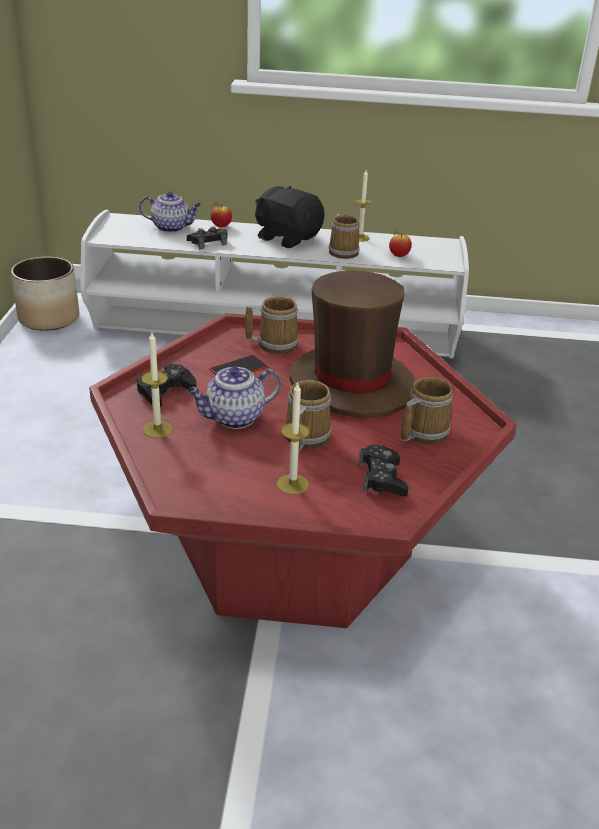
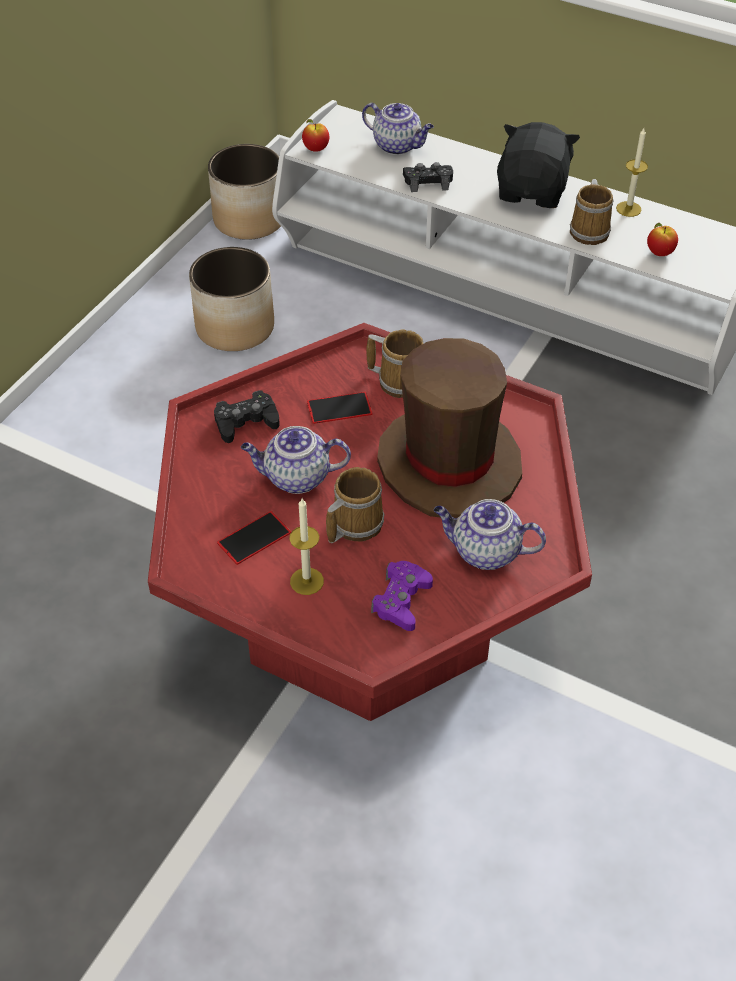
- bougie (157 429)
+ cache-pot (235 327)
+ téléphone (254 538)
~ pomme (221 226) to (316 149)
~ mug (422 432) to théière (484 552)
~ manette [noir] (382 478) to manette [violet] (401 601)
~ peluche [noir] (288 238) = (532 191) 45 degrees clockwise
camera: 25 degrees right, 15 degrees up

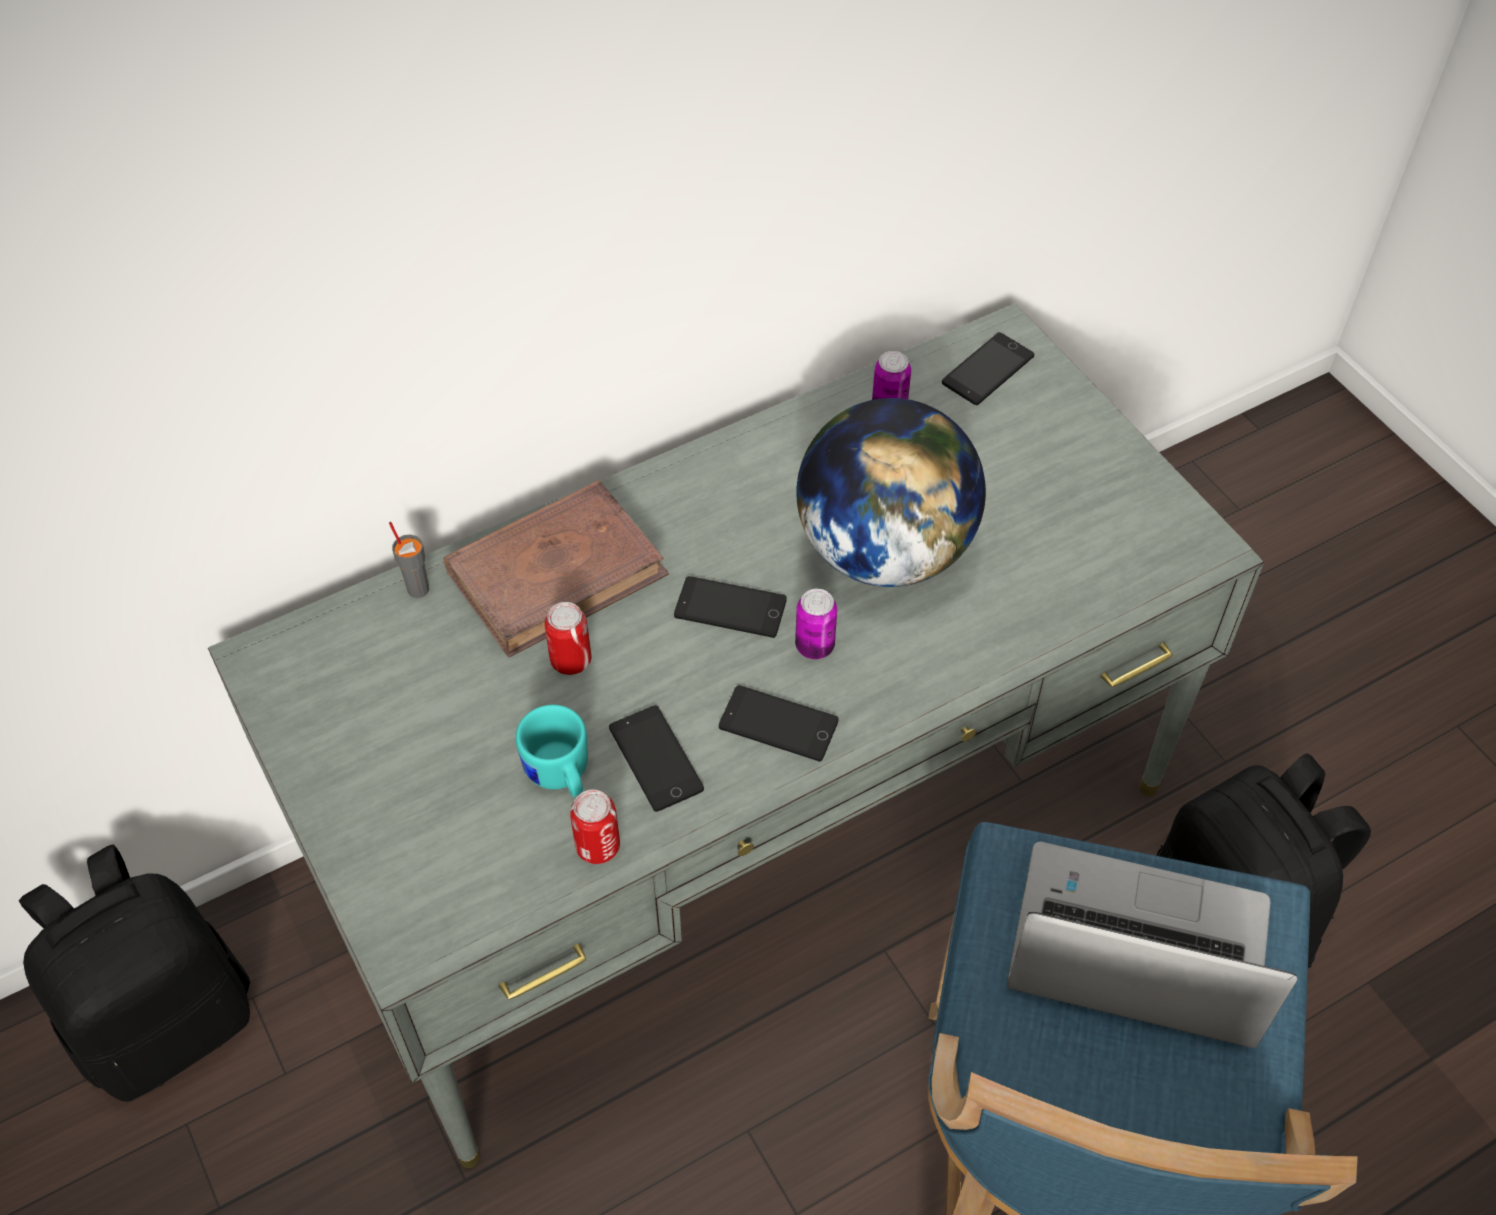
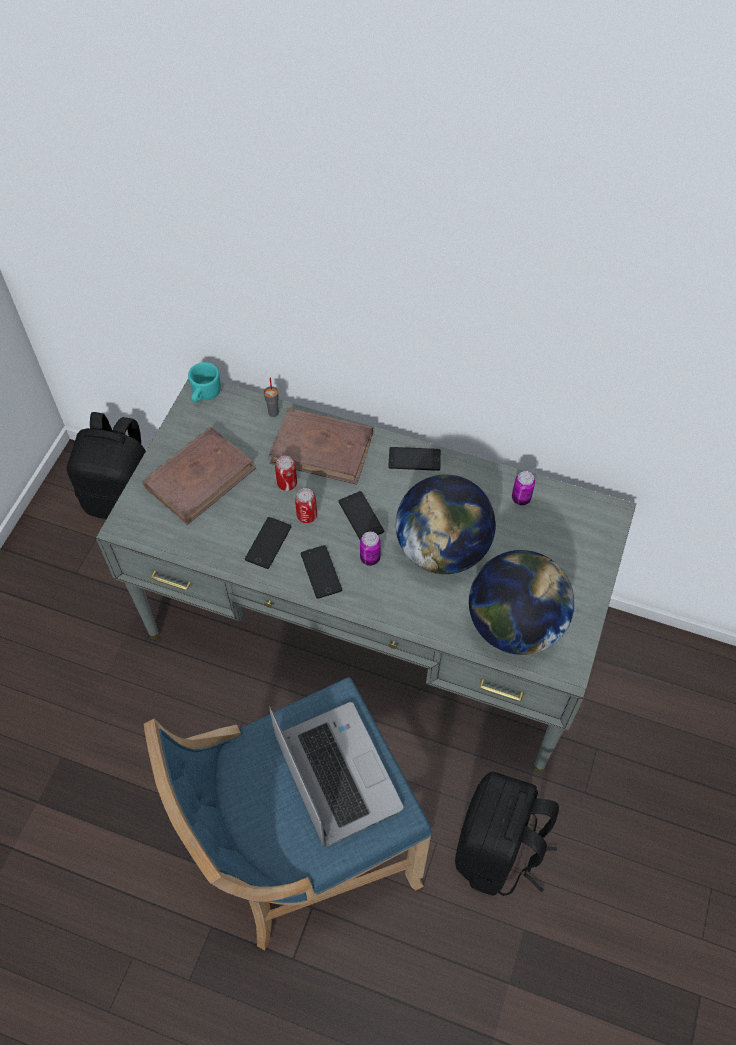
+ livre [marron] (200 478)
+ globe (514 625)
~ mug [turquoise] (560 776) to (204 395)
~ boîte métallique (598 846) to (307 515)
~ téléphone (987 370) to (414 459)
camera: 50 degrees right, 5 degrees up

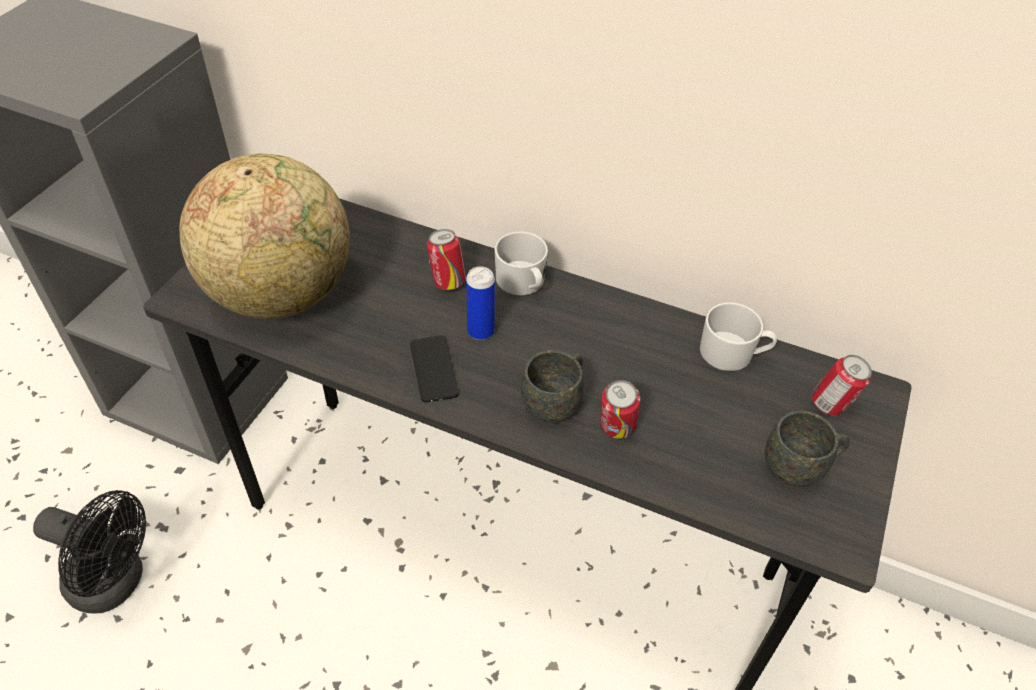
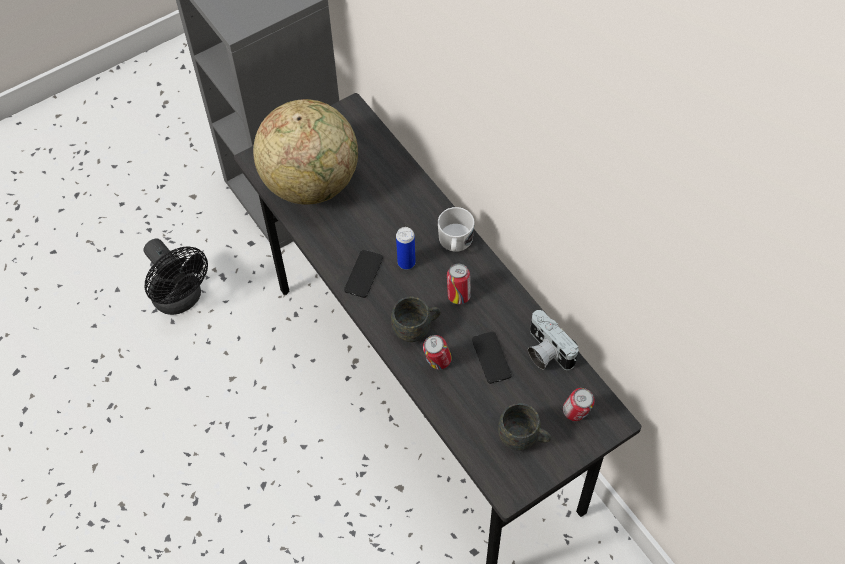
+ téléphone (491 357)
~ boîte métallique (447 282) to (458 295)
~ mug [blanc] (733 354) to appareil photo (545 351)
camera: 35 degrees right, 10 degrees up

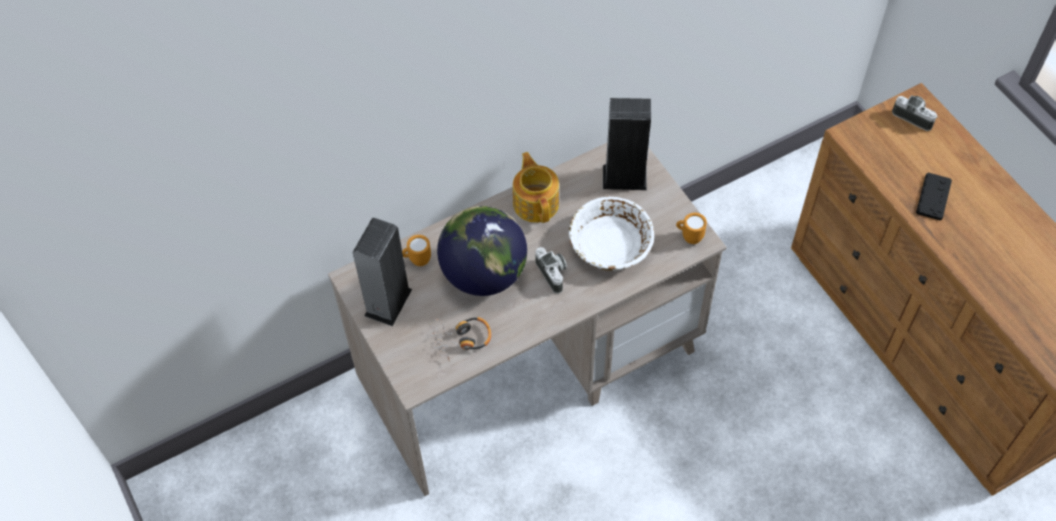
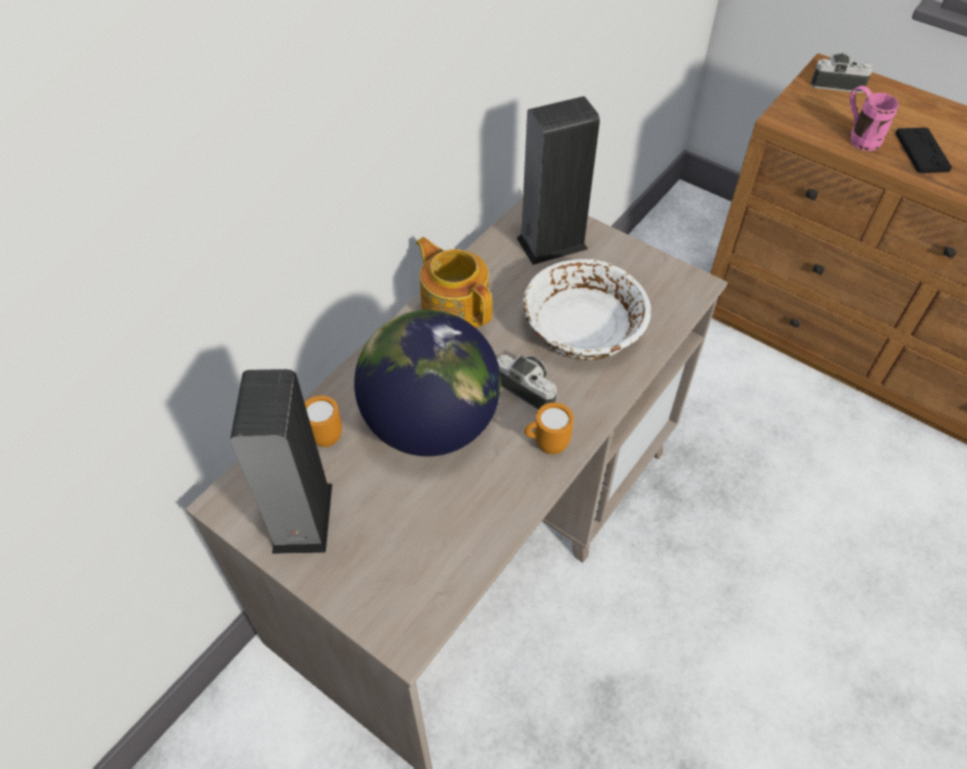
- casque audio (461 339)
+ mug [rose] (858 138)
~ mug [orange] (689 237) to (546 445)
camera: 25 degrees left, 5 degrees down

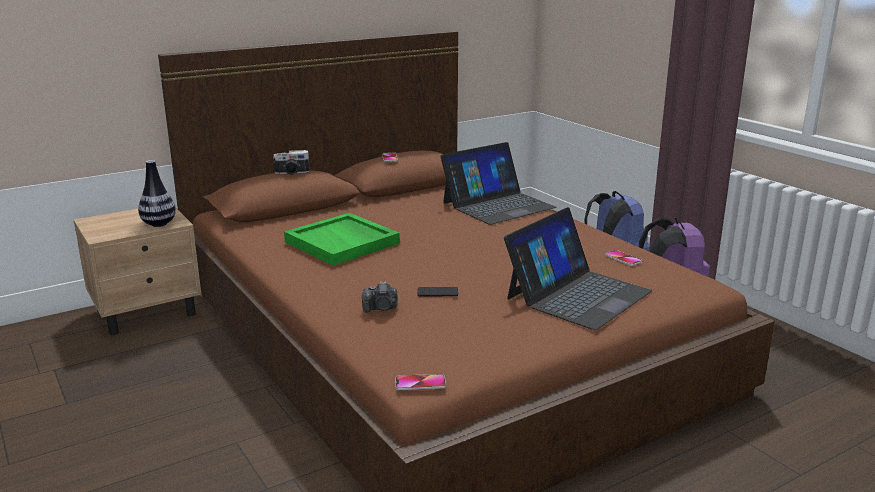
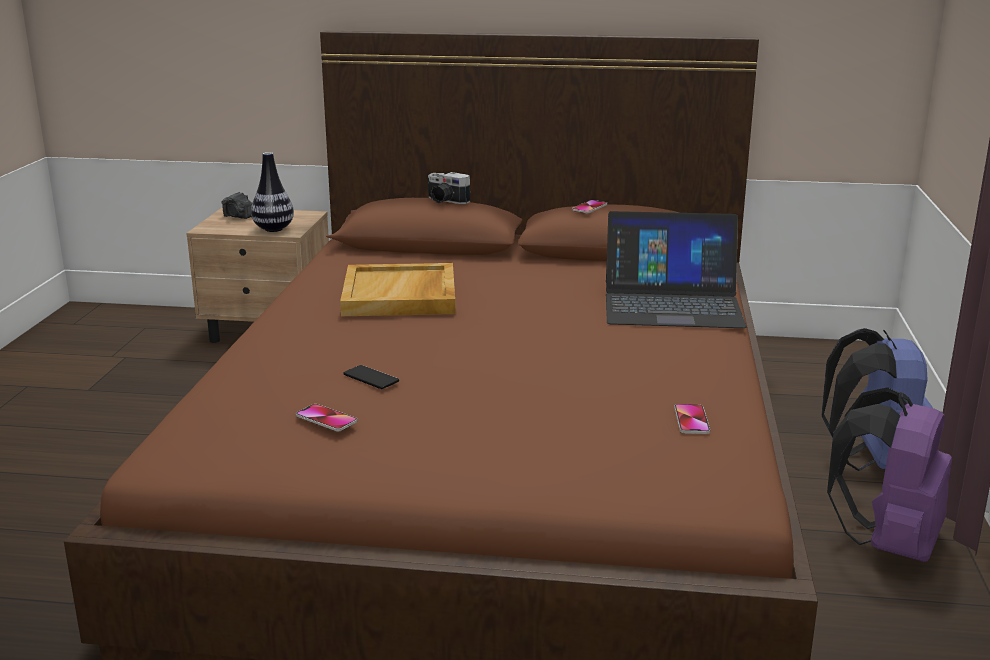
- ordinateur portable (577 294)
~ appareil photo (381 308) to (238 217)
~ téléphone (420 383) to (326 419)
~ plateau [vert] (343 242) to plateau [beige] (400 296)
camera: 40 degrees right, 0 degrees up

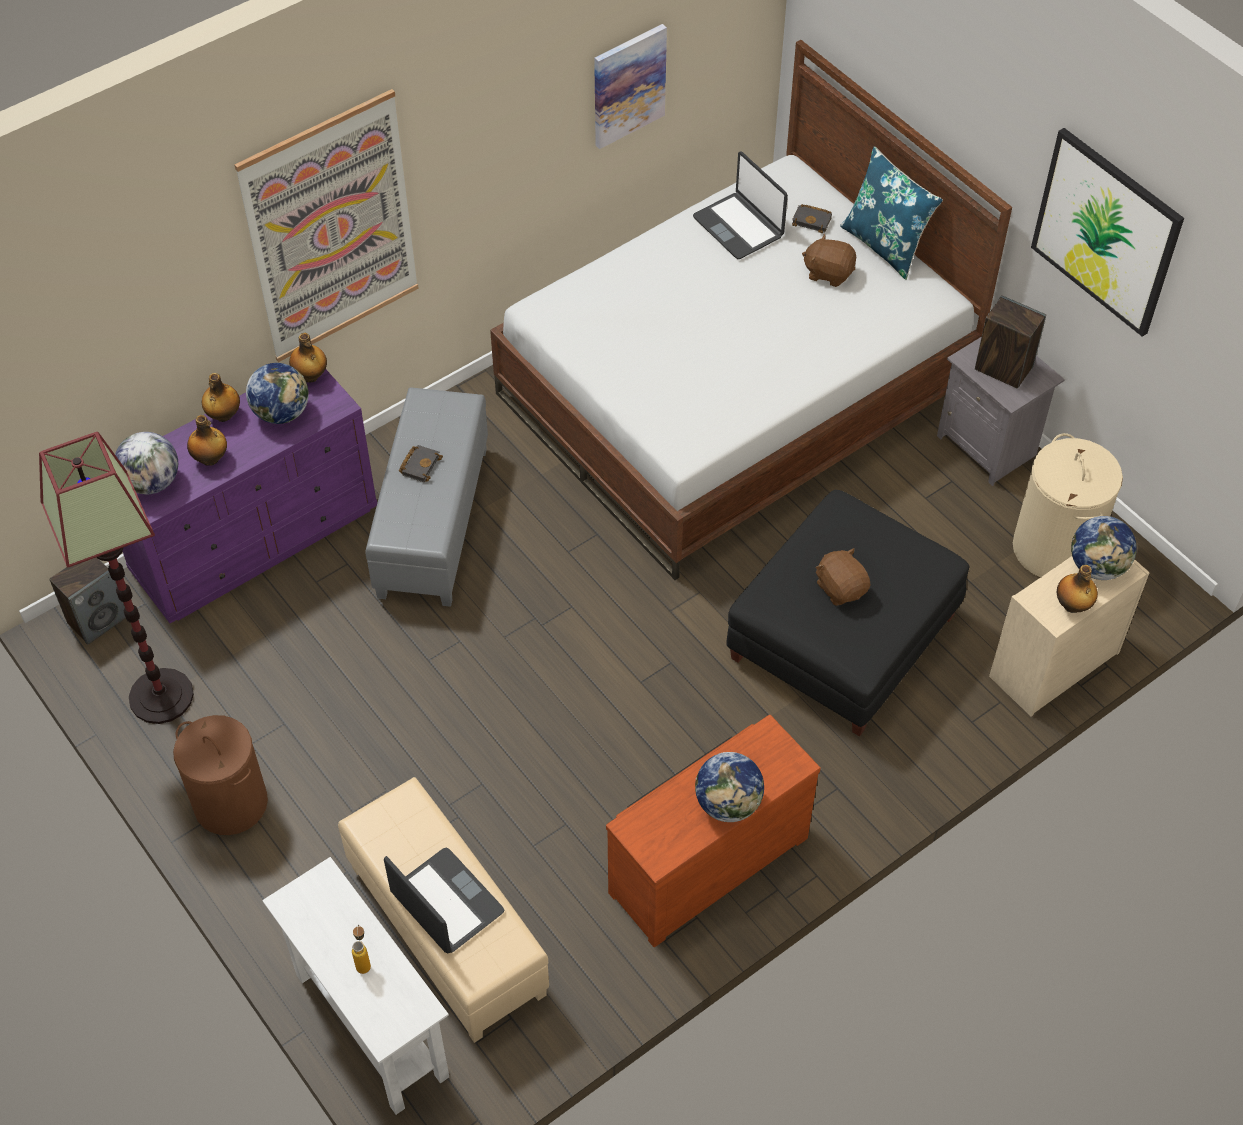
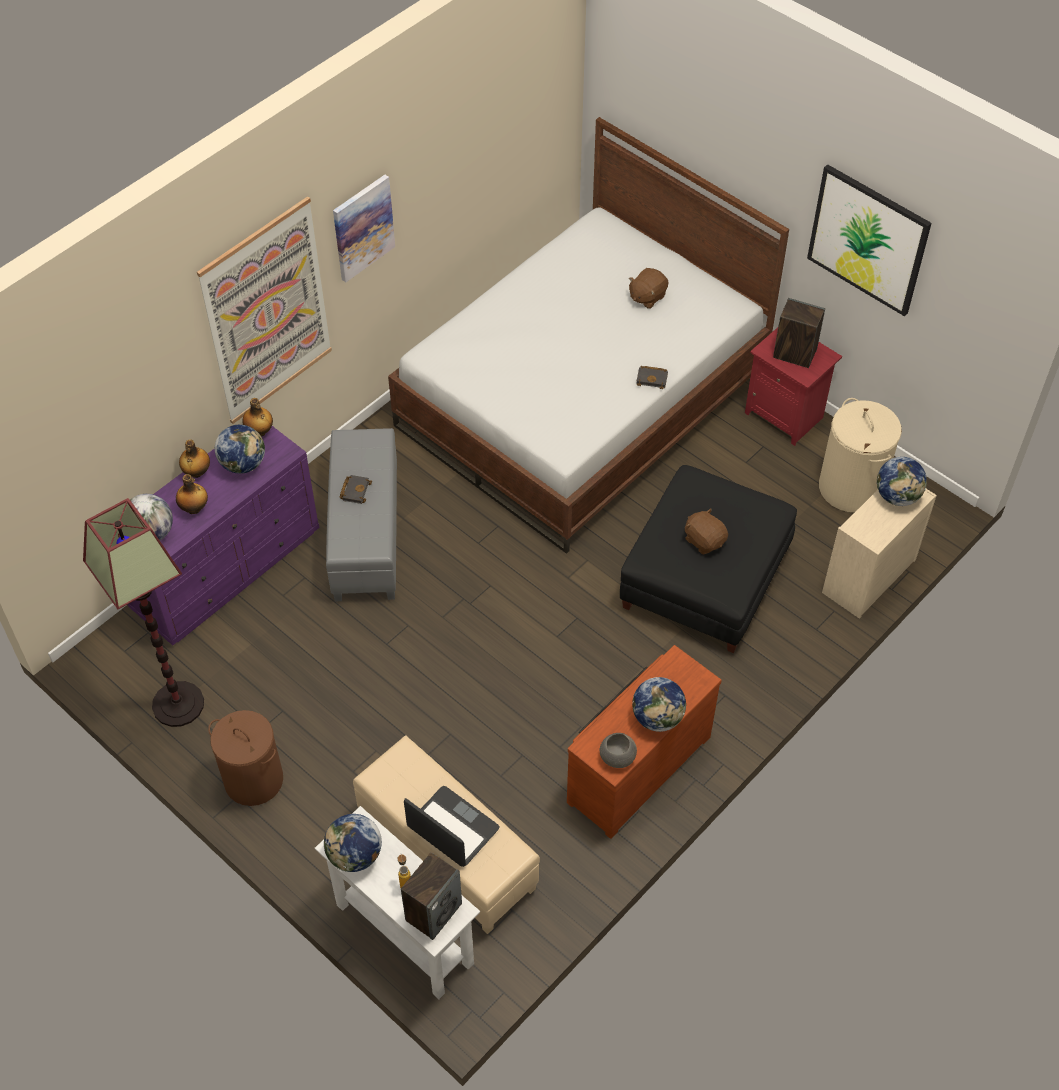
- ordinateur portable (739 226)
- coussin [bleu] (885 245)
- bouteille (1072 606)
+ globe (355 855)
+ bol [gris] (616 757)
~ enceinte (98 619) to (433 911)
~ tableau (628 85) to (363 227)
~ livre [noir] (813 220) to (653 378)
~ table de chevet [gris] (988 445) to table de chevet [rouge] (785 415)
~ peluche [marron] (828 273) = (647 297) 60 degrees counterclockwise
camera: 10 degrees left, 0 degrees up

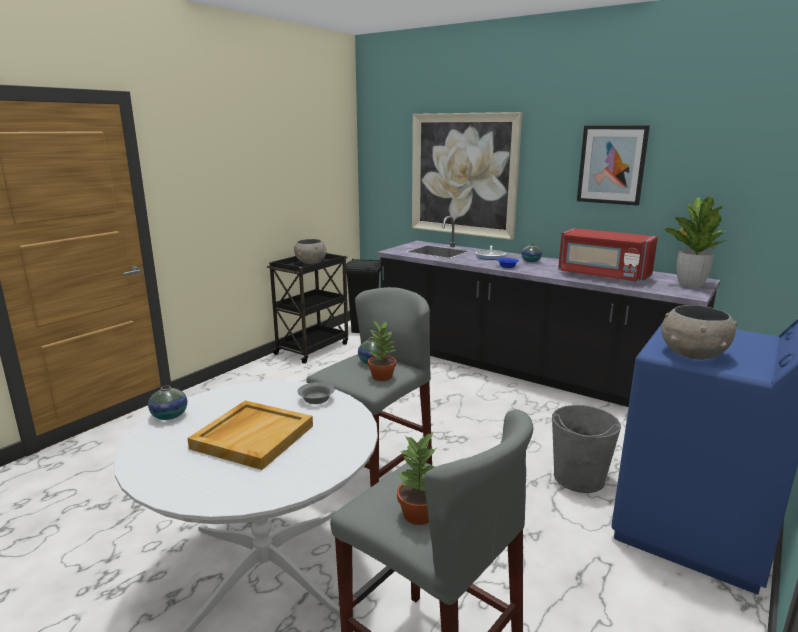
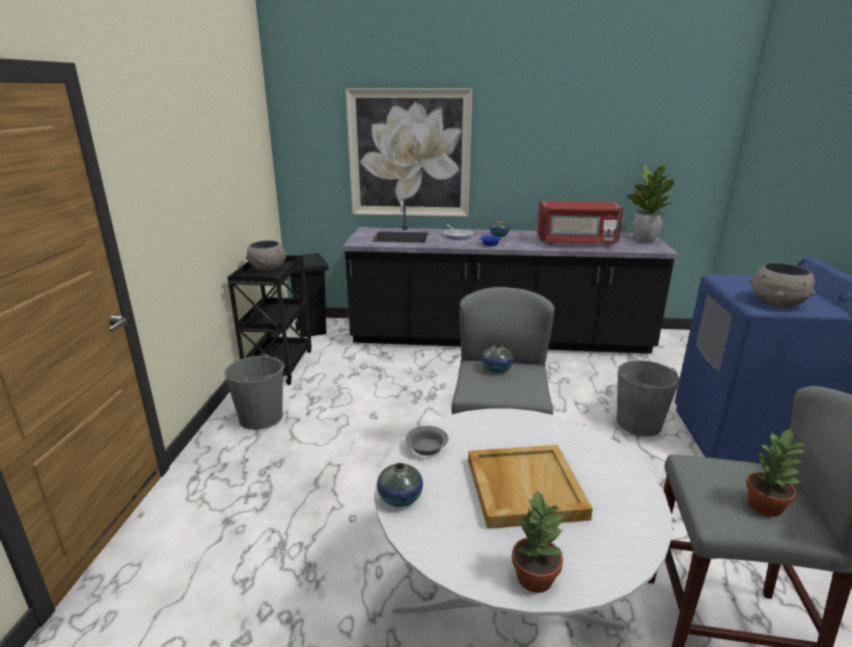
- tableau (612 165)
+ seau [gris] (261 417)
~ bol [gris] (315 399) to (426 448)
~ plante en pot (382 376) to (534 577)
camera: 30 degrees left, 5 degrees up

